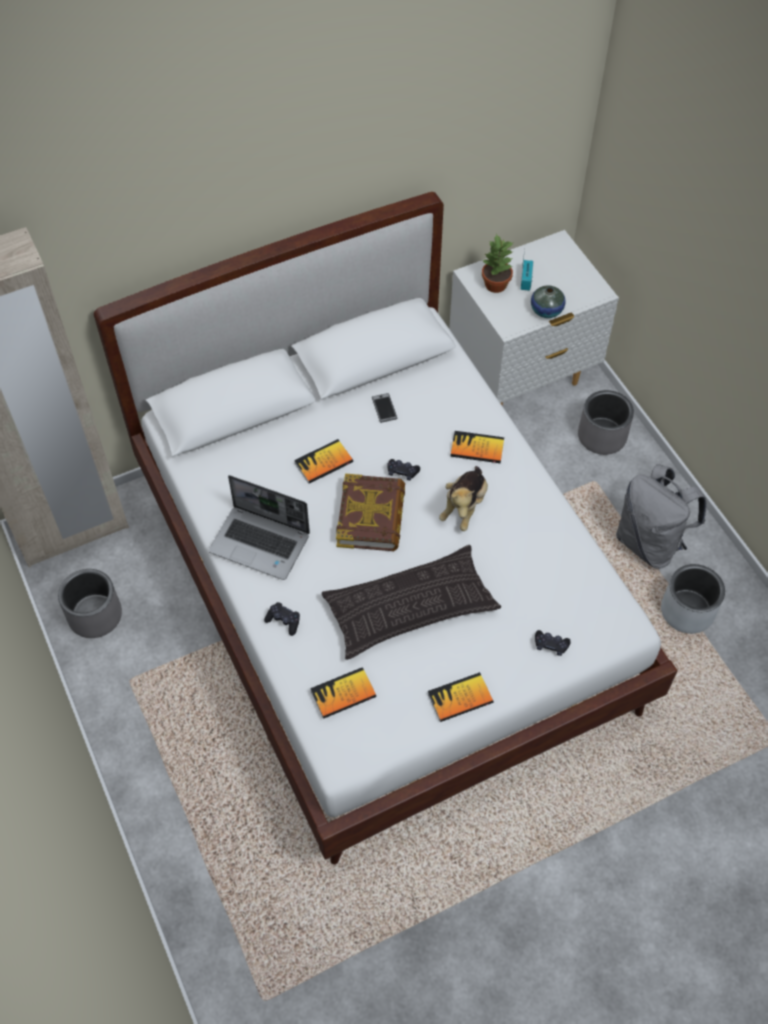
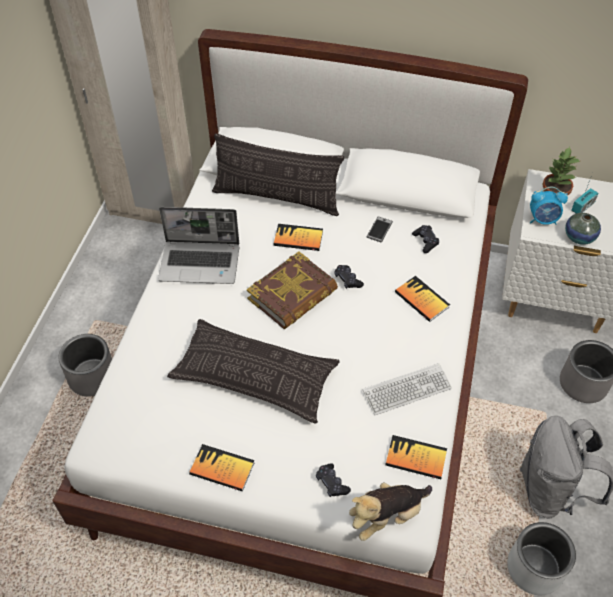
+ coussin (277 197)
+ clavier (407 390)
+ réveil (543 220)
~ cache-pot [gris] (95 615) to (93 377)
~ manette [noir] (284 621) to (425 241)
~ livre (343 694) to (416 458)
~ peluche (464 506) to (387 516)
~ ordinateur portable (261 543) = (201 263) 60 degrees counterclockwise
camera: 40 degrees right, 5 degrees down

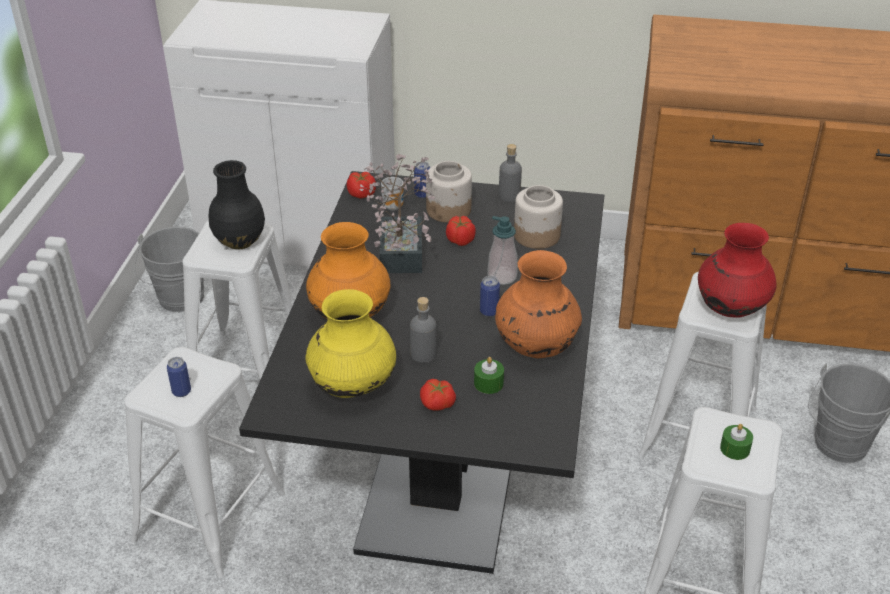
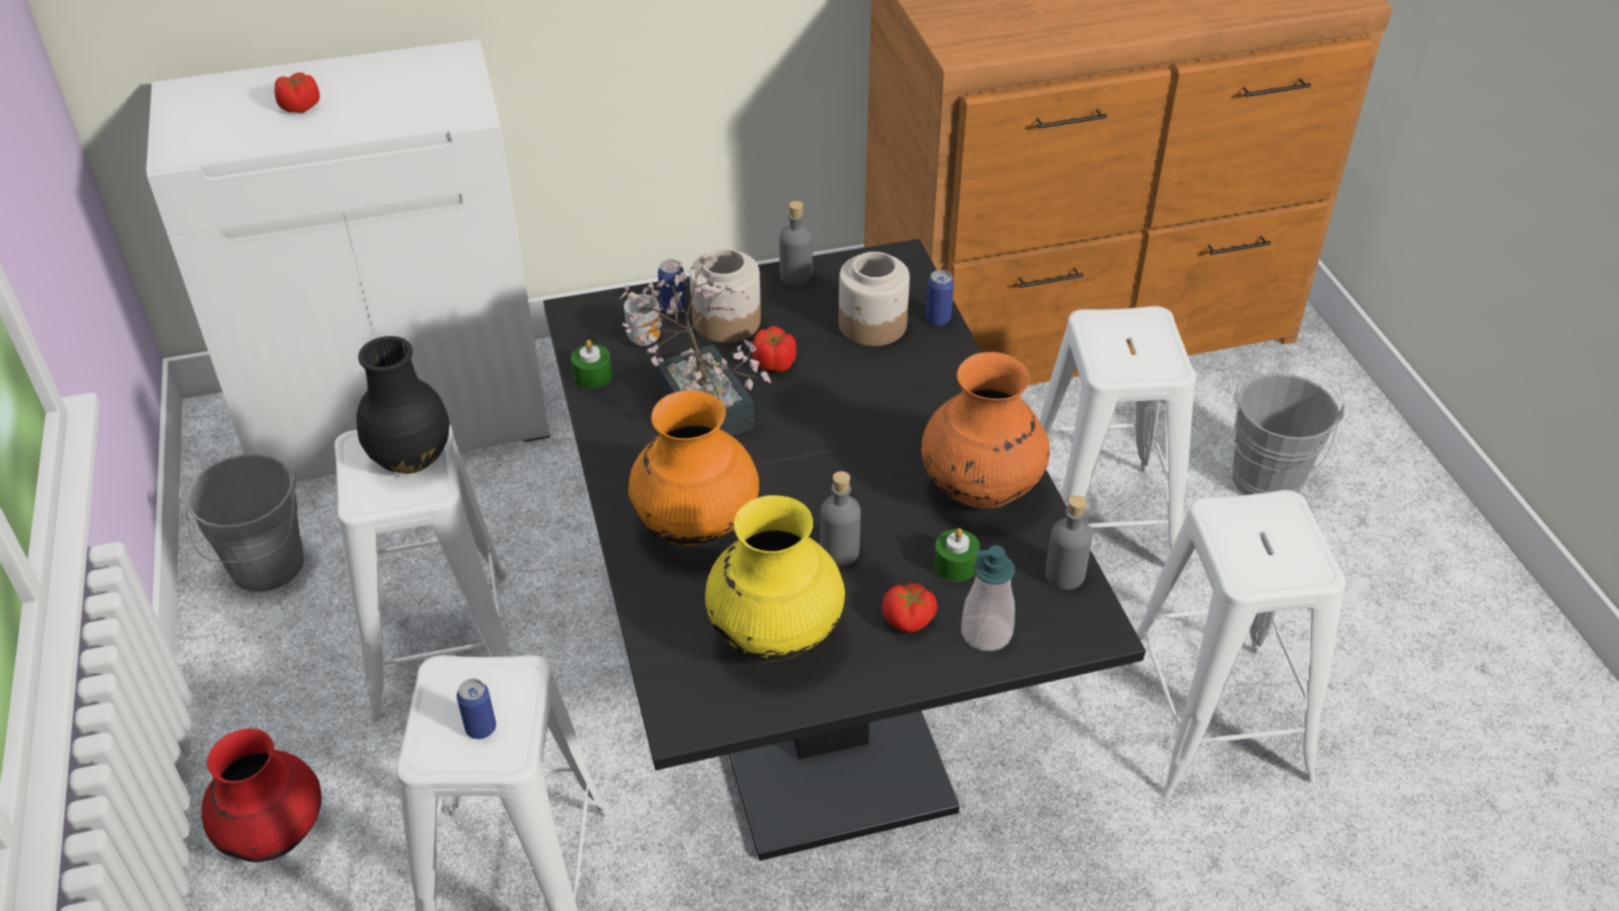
+ bouteille [gris] (1064 575)
~ tomate (362 194) to (300 107)
~ boîte métallique (489 311) to (938 319)
~ distributeur de savon (502 276) to (986 633)
~ vase [rouge] (730 308) to (274 833)
~ bougie [vert] (735 449) to (592 376)
camera: 25 degrees left, 5 degrees up

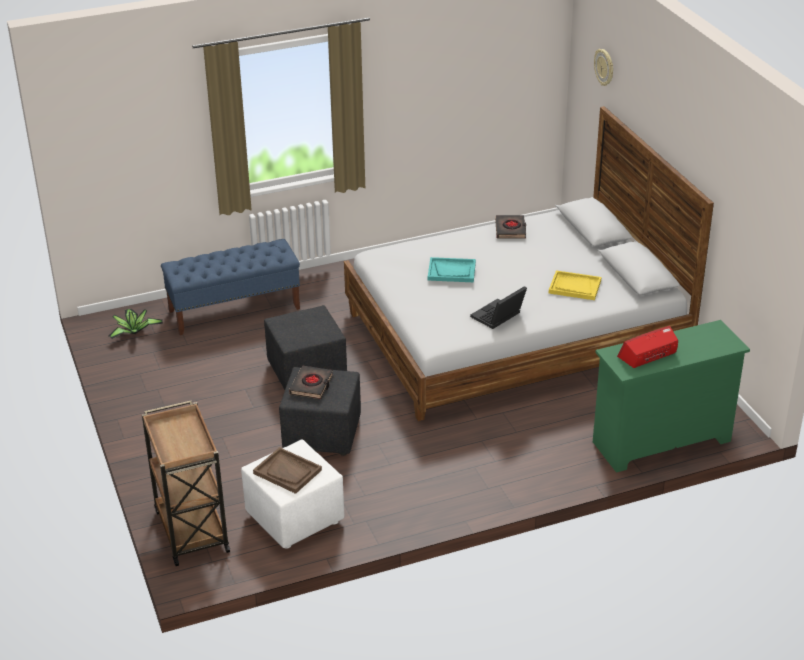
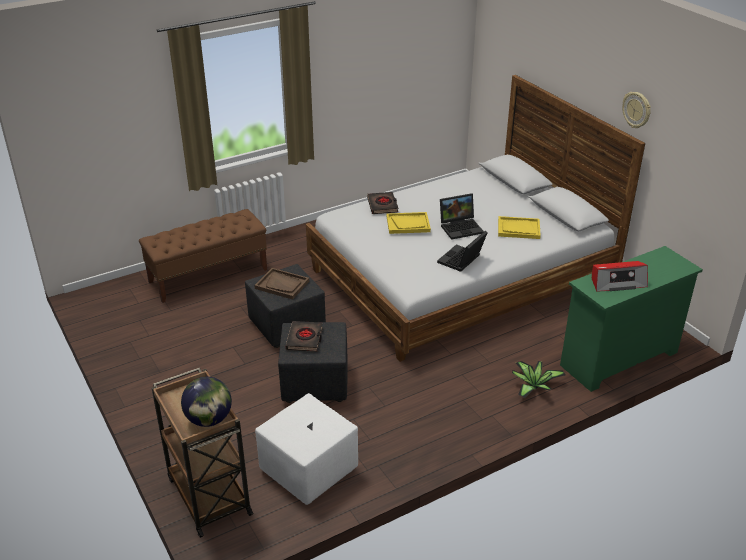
+ globe (209 419)
+ ordinateur portable (461 227)
~ plante en pot (134 332) to (533 386)
~ plateau [marron] (287 472) to (282 285)
~ livre [noir] (510 230) to (382 205)
~ horloge murale (604 67) to (636 110)
~ banc [bleu] (234 309) to banc [marron] (208 275)
~ plateau [turquoise] (452 271) to plateau [jaune] (408 224)
~ radio (648 355) = (617 282) 150 degrees counterclockwise
camera: 10 degrees left, 0 degrees up

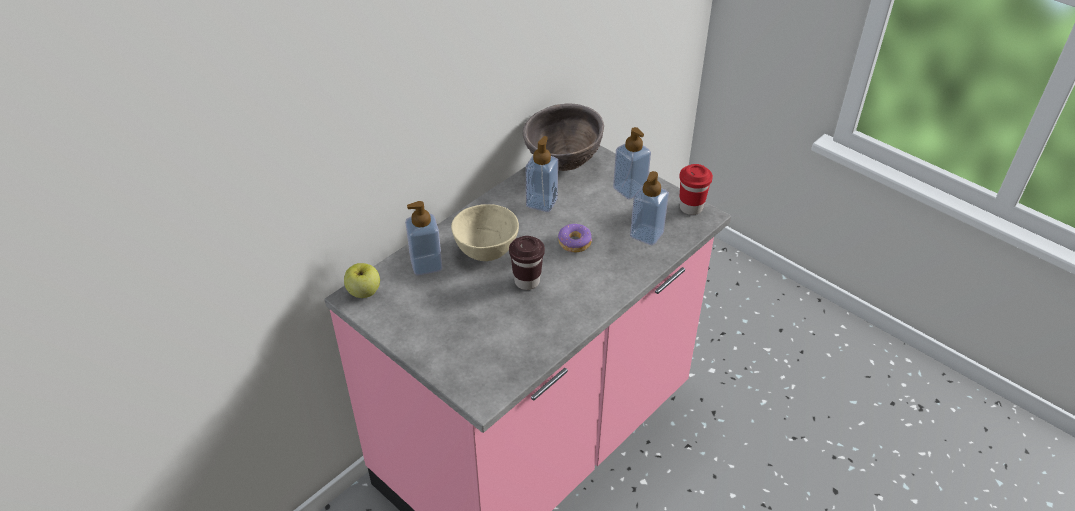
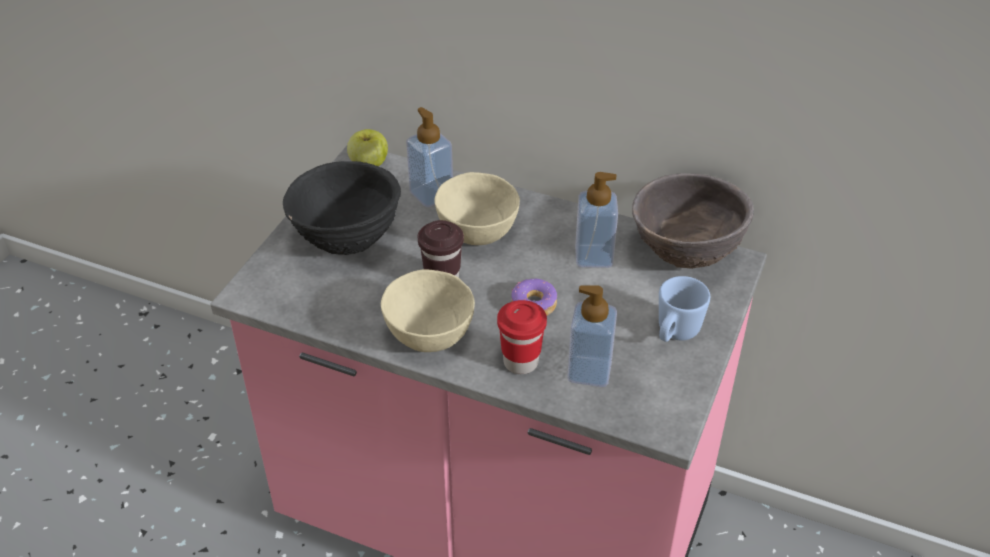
+ bol [noir] (347 243)
+ bol [beige] (429 336)
~ tasse [rouge] (691 208) to (520 362)
~ distributeur de savon (629 189) to mug [bleu] (675 334)
camera: 70 degrees right, 0 degrees up

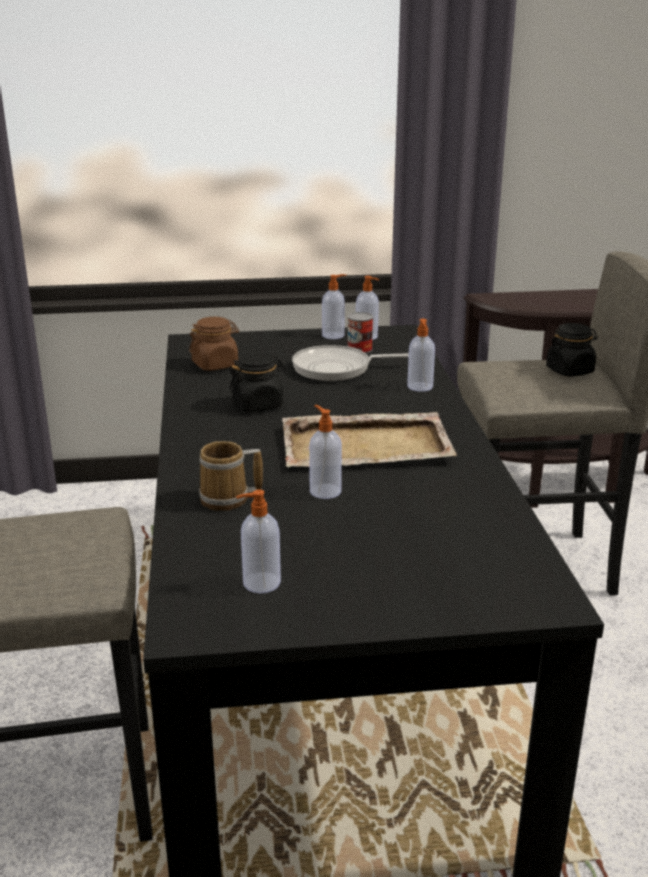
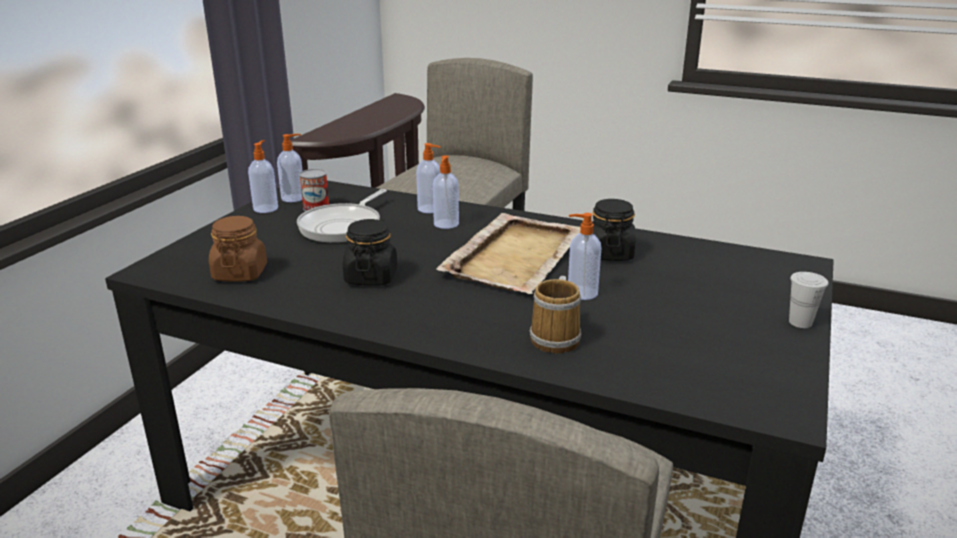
+ tasse [blanc] (800 322)
~ distributeur de savon (260 583) to (446 224)
~ bocal [noir] (570 370) to (610 253)
camera: 60 degrees left, 0 degrees up

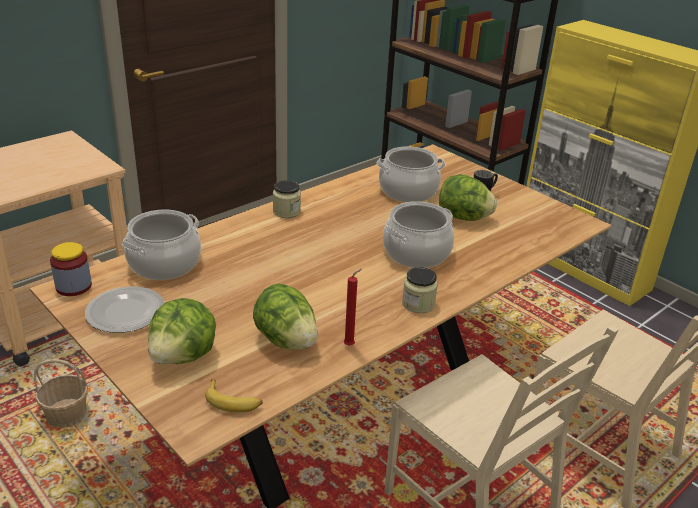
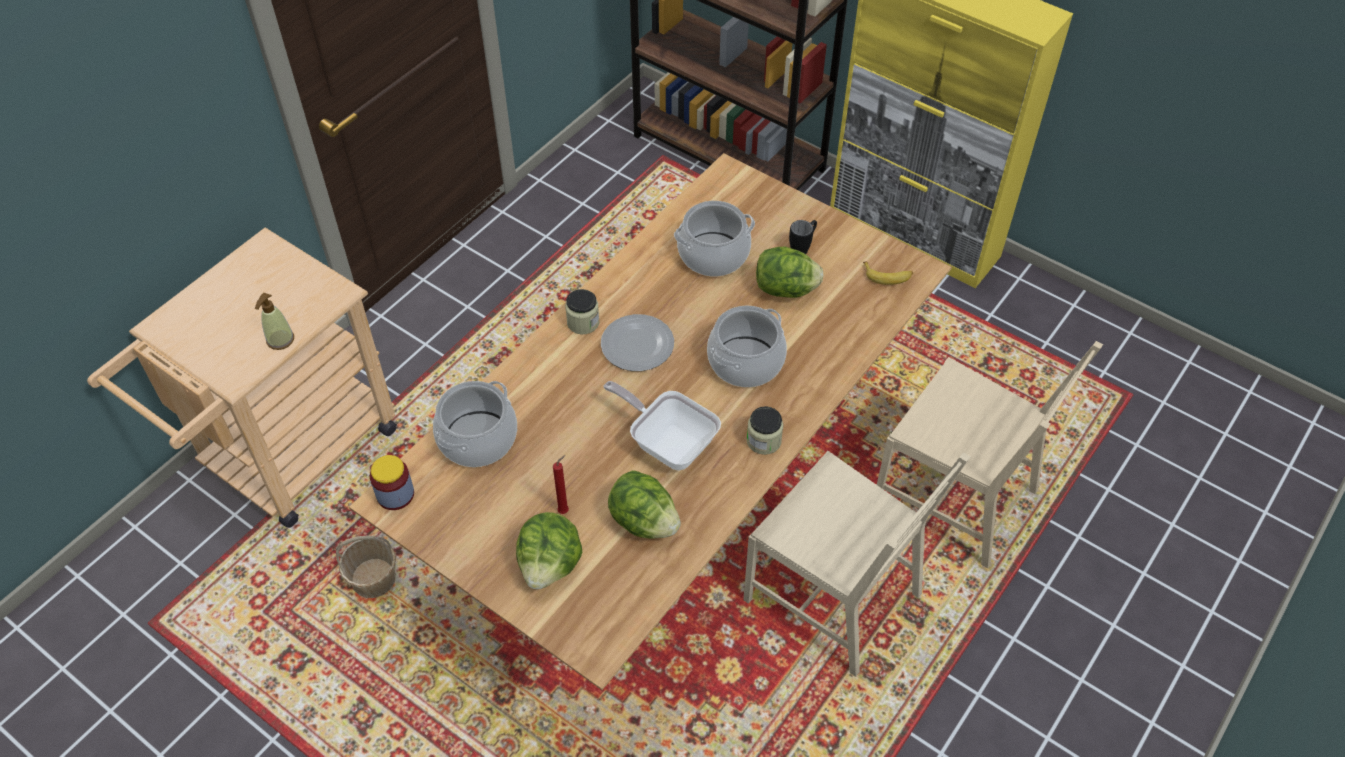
+ distributeur de savon (280 340)
+ poêle (668 442)
~ assiette (126 312) to (638 345)
~ banane (233 401) to (888 276)
~ bougie [rouge] (350 345) to (565 510)
camera: 10 degrees left, 20 degrees up

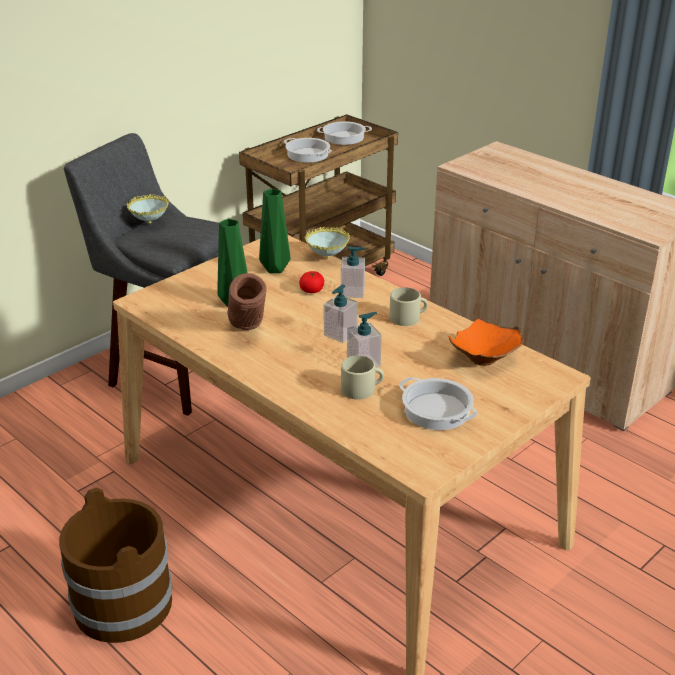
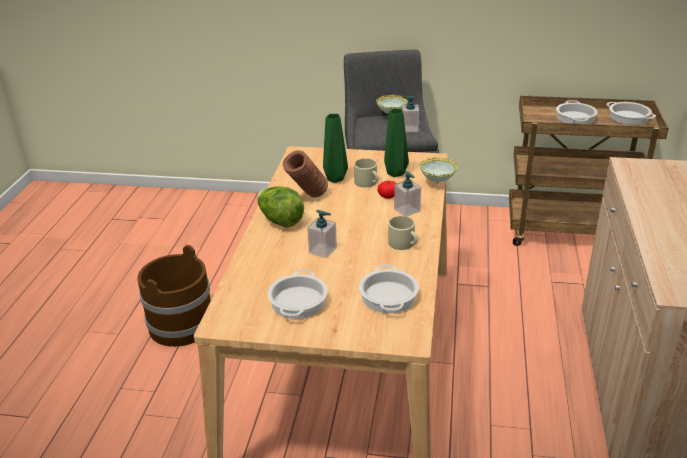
+ laitue (280 221)
~ distributeur de savon (340 334) to (409 129)
~ mug [beige] (362 389) to (367 183)
~ bol [orange] (484 359) to marmite (389 297)
camera: 55 degrees right, 0 degrees up

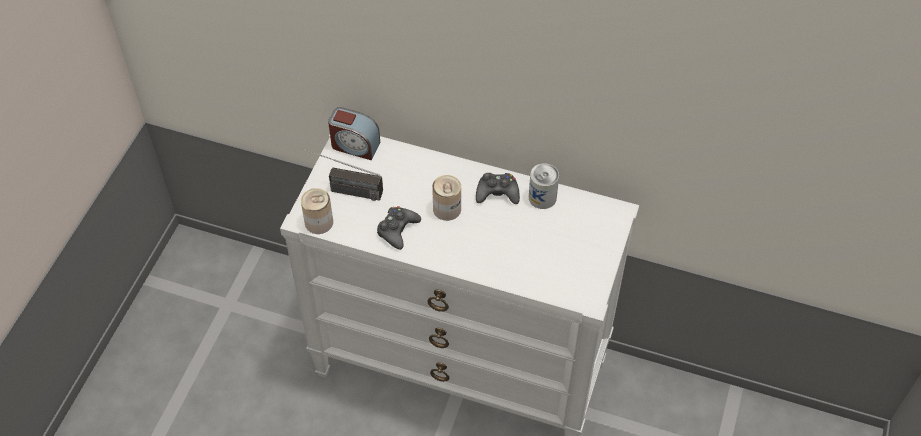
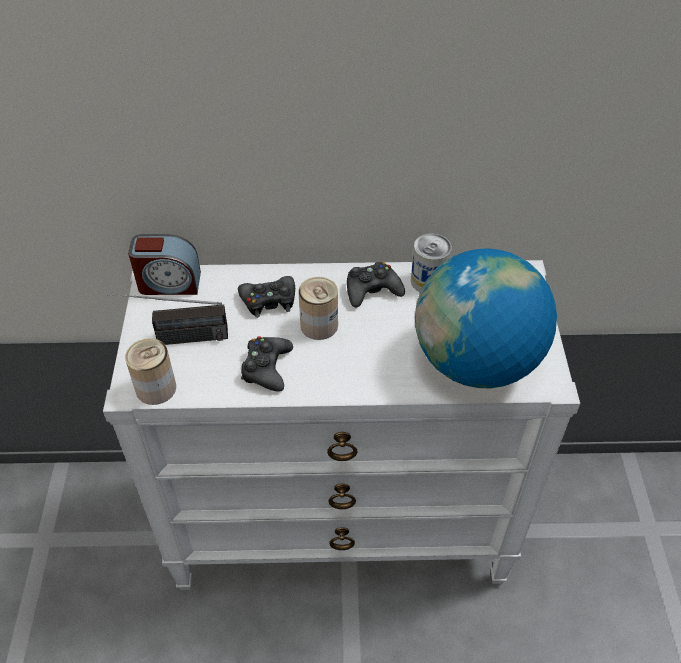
+ manette [noir] (269 301)
+ globe (476 362)
camera: 20 degrees left, 5 degrees down

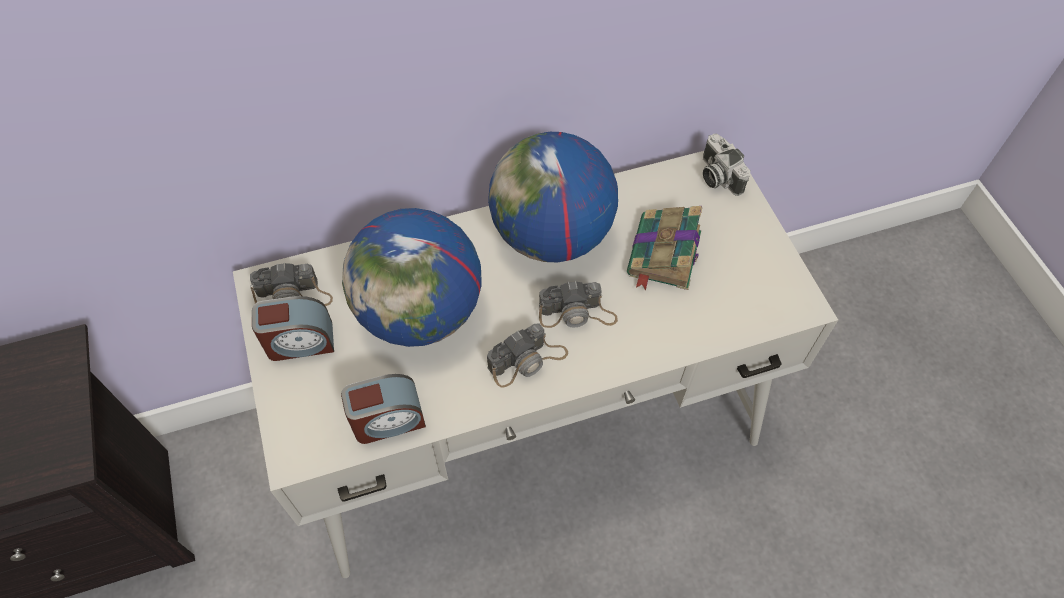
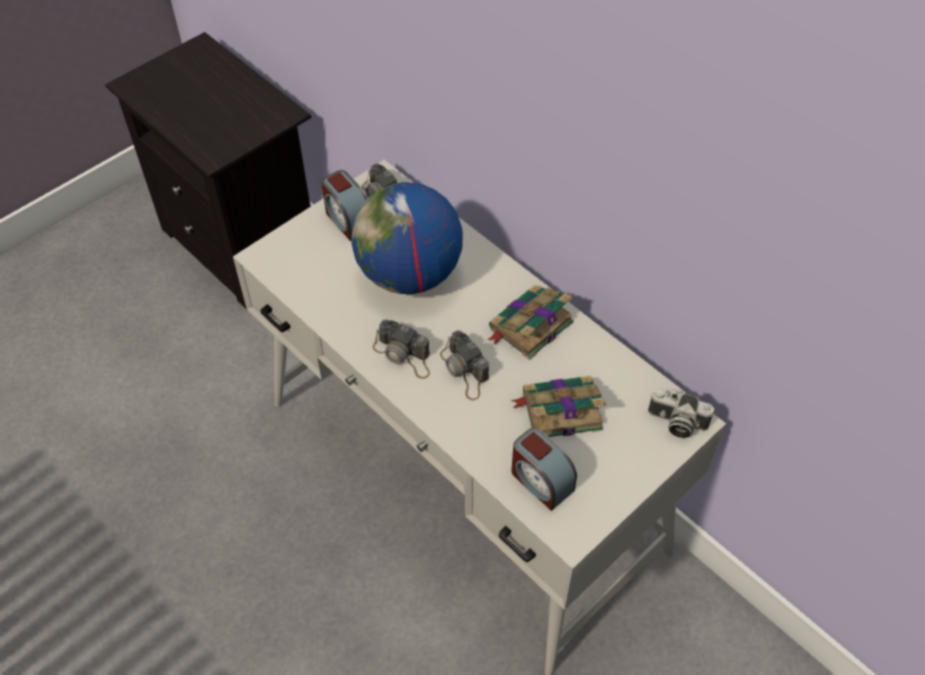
~ réveil (388 420) to (540 481)
~ globe (551 236) to livre (529 326)
~ appareil photo (717 176) = (676 423) 105 degrees counterclockwise
camera: 65 degrees right, 5 degrees down

